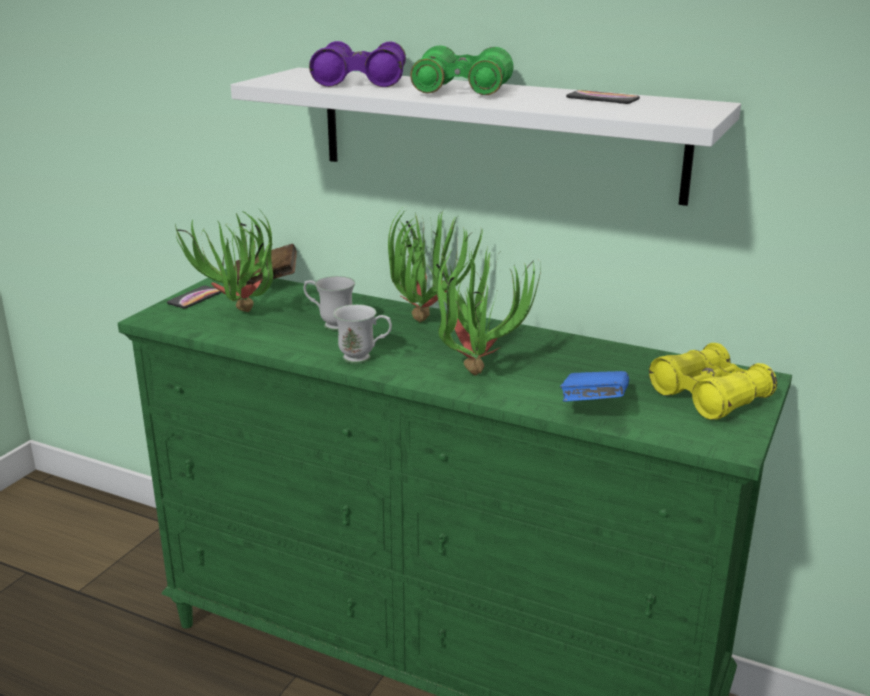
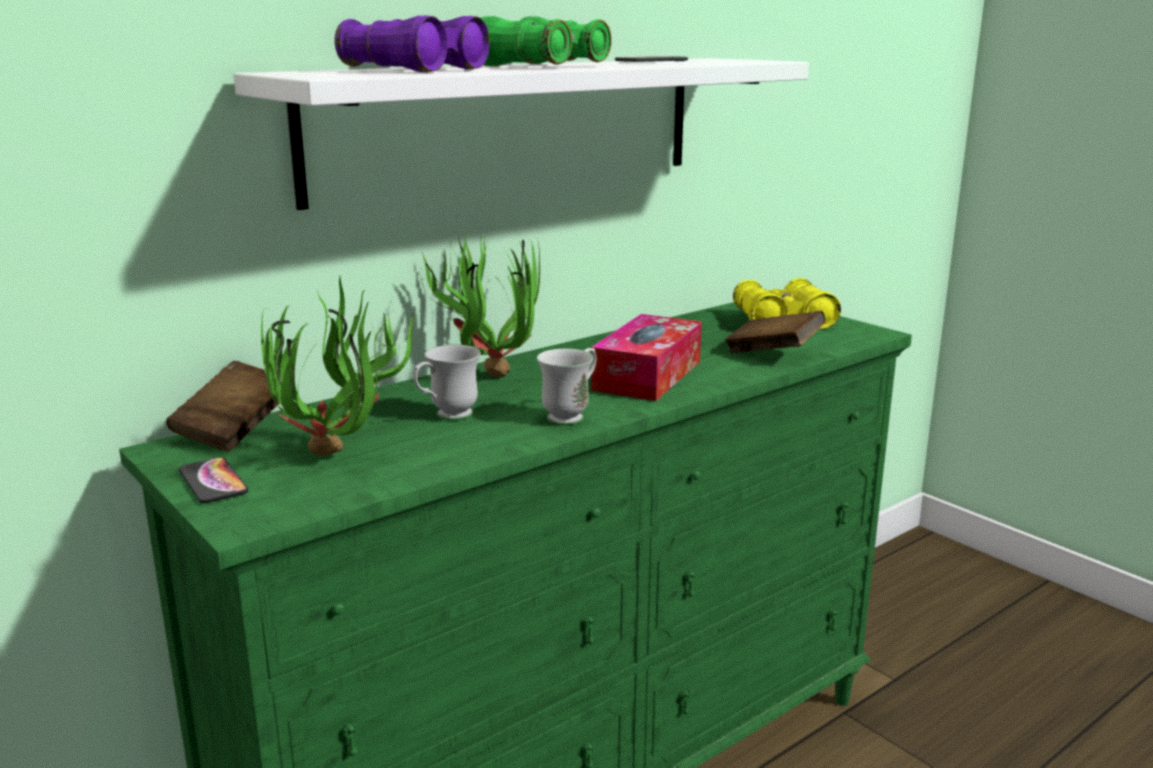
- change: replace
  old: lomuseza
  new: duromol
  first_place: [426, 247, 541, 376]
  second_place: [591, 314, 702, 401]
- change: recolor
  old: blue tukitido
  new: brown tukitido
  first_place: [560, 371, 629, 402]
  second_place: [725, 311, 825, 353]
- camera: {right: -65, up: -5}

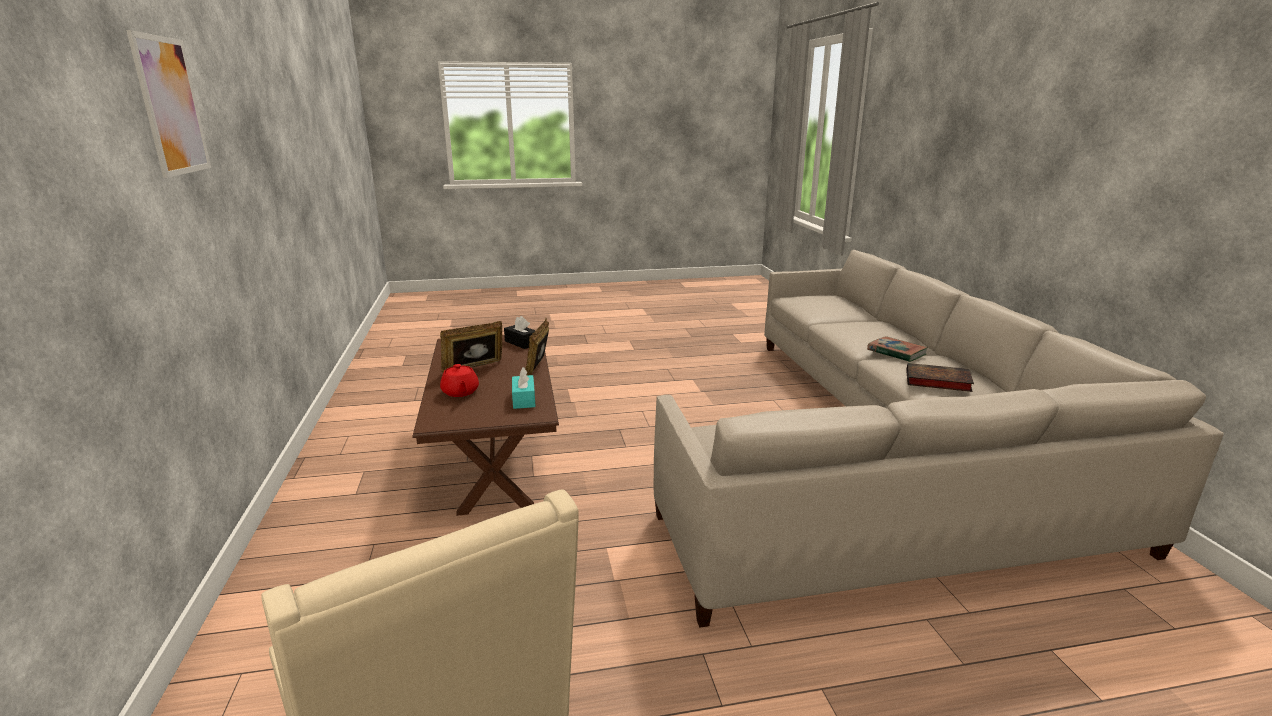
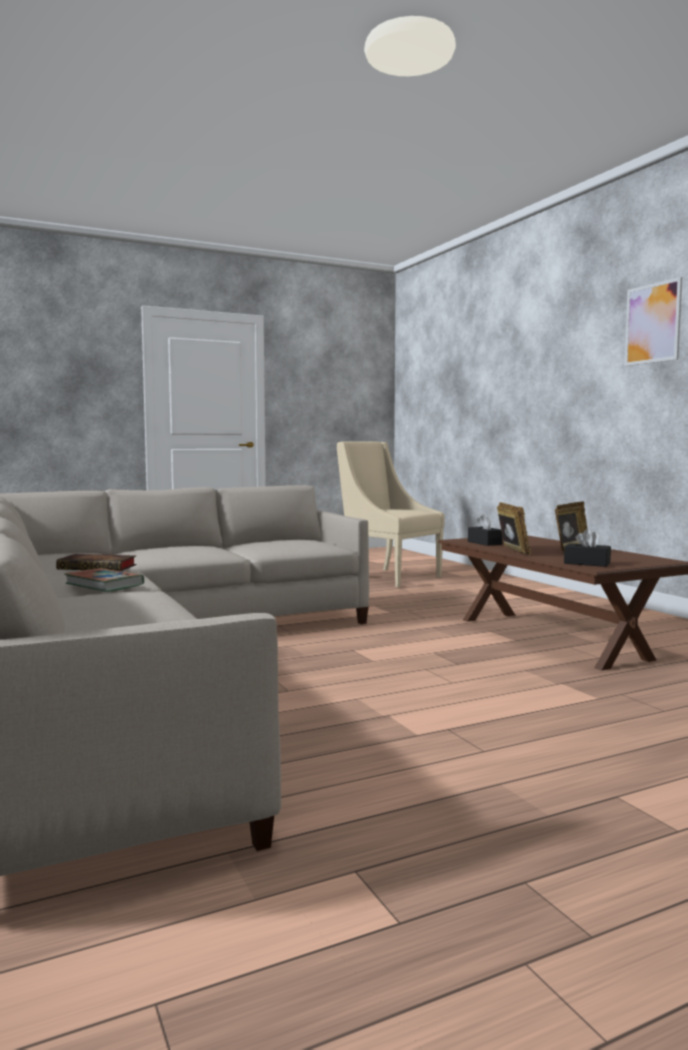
- change: delete
  old: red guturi
  first_place: [440, 364, 479, 397]
- change: recolor
  old: turquoise duromol
  new: black duromol
  first_place: [512, 367, 536, 409]
  second_place: [468, 514, 502, 546]
- camera: {right: 165, up: -15}

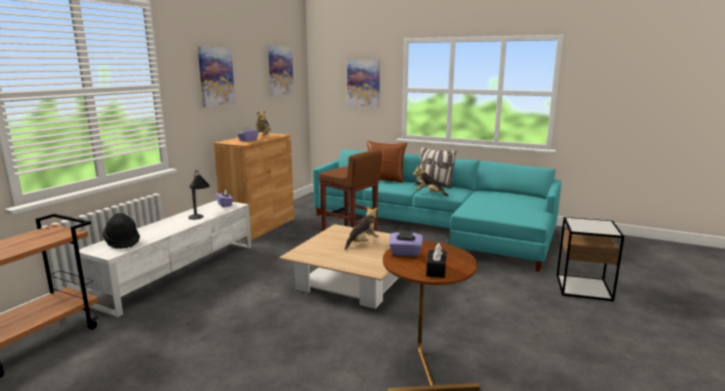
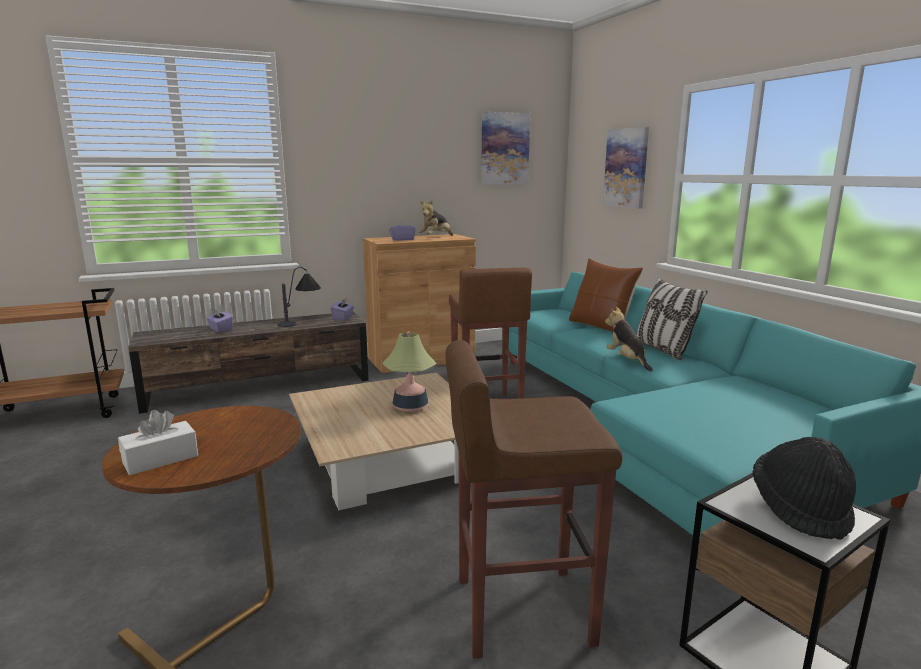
- change: delete
  old: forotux
  first_place: [198, 47, 235, 108]
- change: insert
  new: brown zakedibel
  second_place: [445, 340, 623, 659]
- change: move
  old: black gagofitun
  first_place: [102, 213, 140, 249]
  second_place: [753, 437, 856, 540]
- change: move
  old: purple duromol
  first_place: [389, 230, 423, 257]
  second_place: [206, 309, 233, 333]
- change: replace
  old: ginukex
  new: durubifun
  first_place: [345, 206, 379, 250]
  second_place: [382, 331, 437, 412]
- change: recolor
  old: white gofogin
  new: brown gofogin
  first_place: [74, 200, 252, 317]
  second_place: [128, 312, 369, 414]
- change: recolor
  old: black duromol
  new: white duromol
  first_place: [426, 243, 447, 278]
  second_place: [118, 410, 198, 475]
- camera: {right: 40, up: 0}

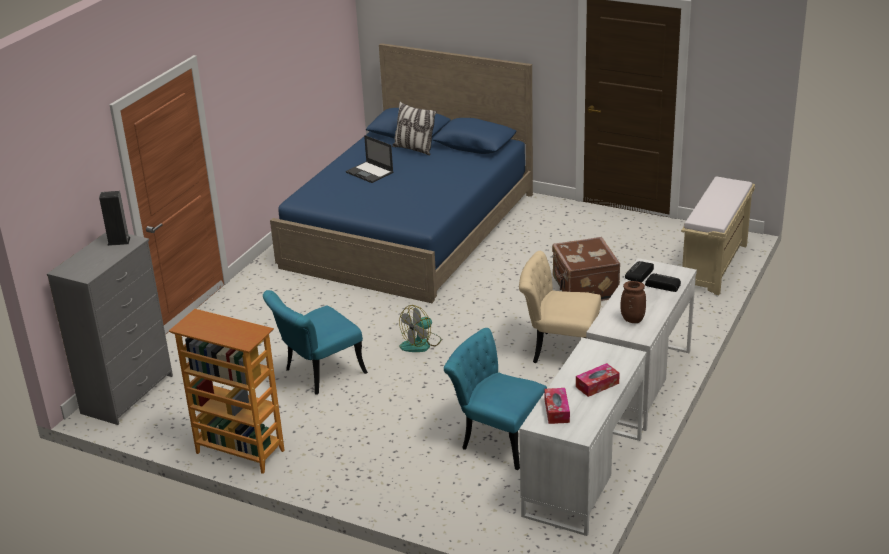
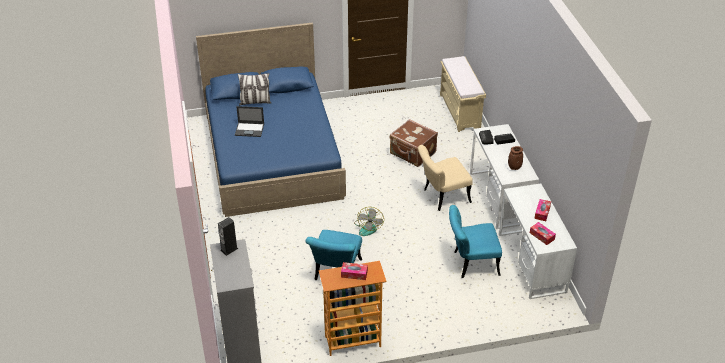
- change: insert
  new: duromol
  second_place: [341, 262, 368, 280]
- camera: {right: -40, up: 10}

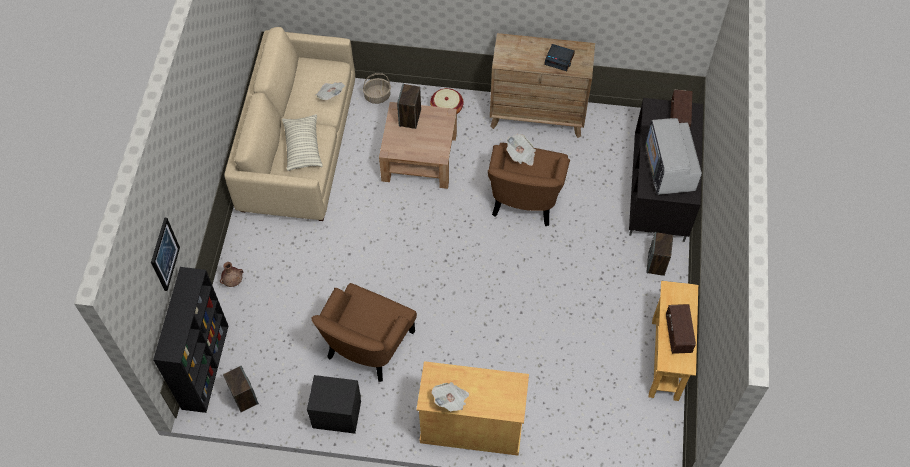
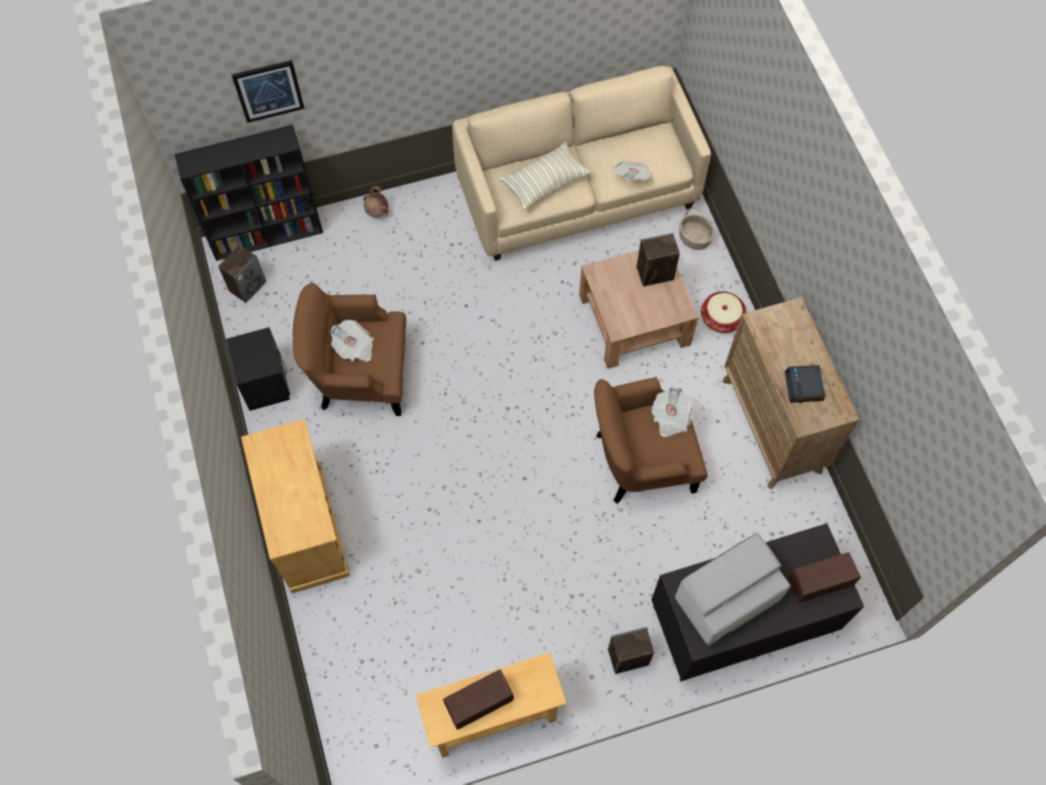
- change: move
  old: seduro
  first_place: [432, 382, 469, 411]
  second_place: [331, 320, 374, 362]
- camera: {right: 65, up: 5}

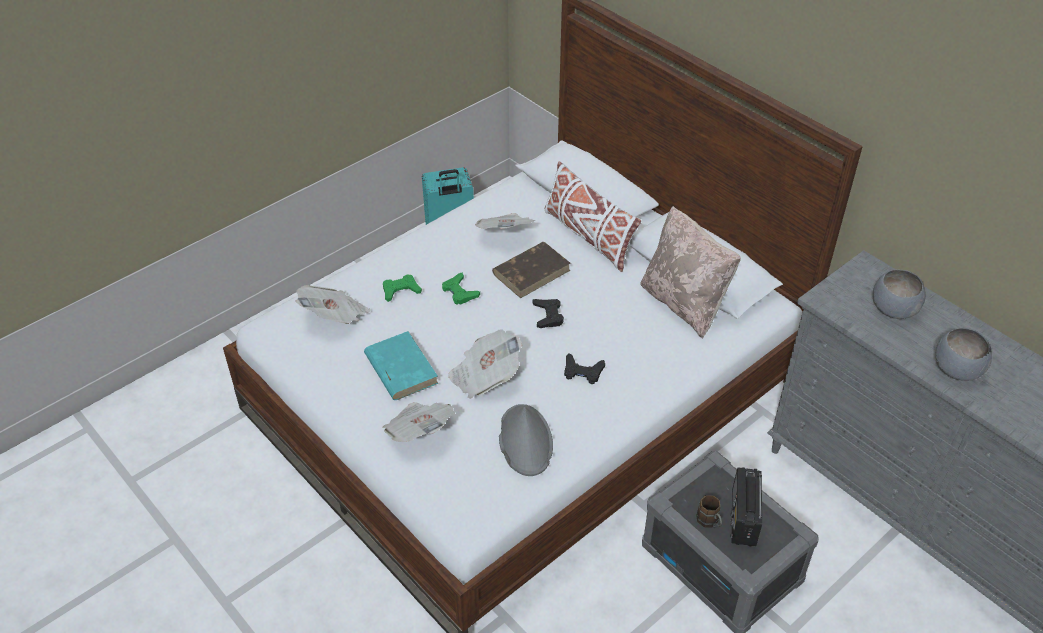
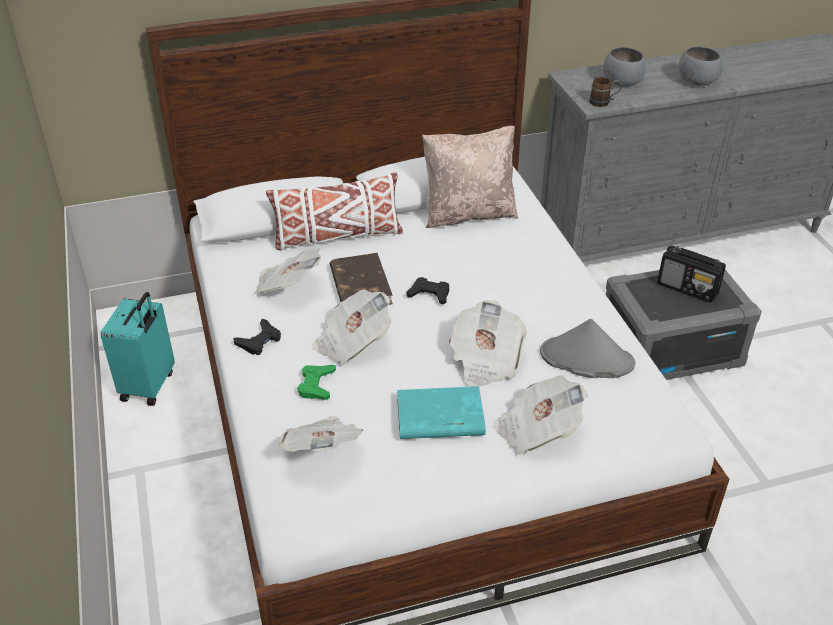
- change: move
  old: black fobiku
  first_place: [564, 353, 605, 384]
  second_place: [233, 319, 281, 355]
- change: move
  old: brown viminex
  first_place: [696, 495, 722, 528]
  second_place: [590, 77, 622, 107]
- change: replace
  old: green fobiku
  new: seduro
  first_place: [442, 273, 480, 305]
  second_place: [312, 289, 391, 365]
- camera: {right: -65, up: -5}

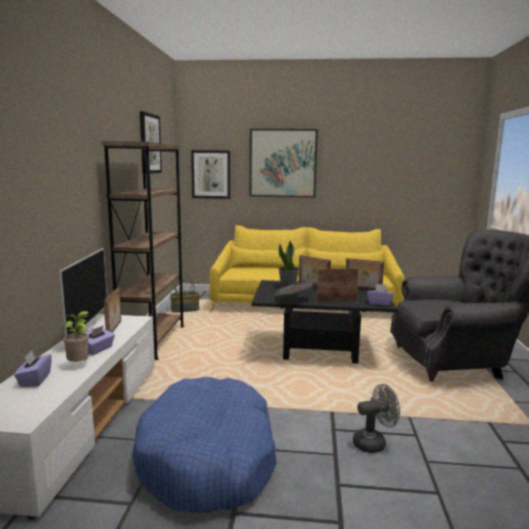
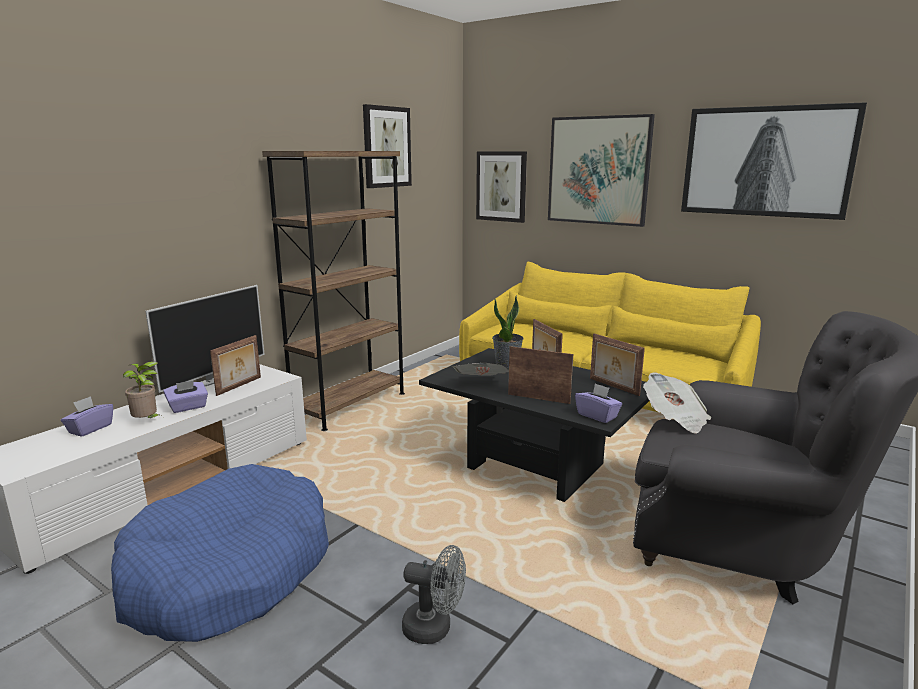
- change: delete
  old: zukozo
  first_place: [170, 273, 200, 313]
- change: insert
  new: seduro
  second_place: [643, 372, 711, 434]
- change: insert
  new: forotux
  second_place: [681, 102, 867, 220]
- camera: {right: 30, up: 5}

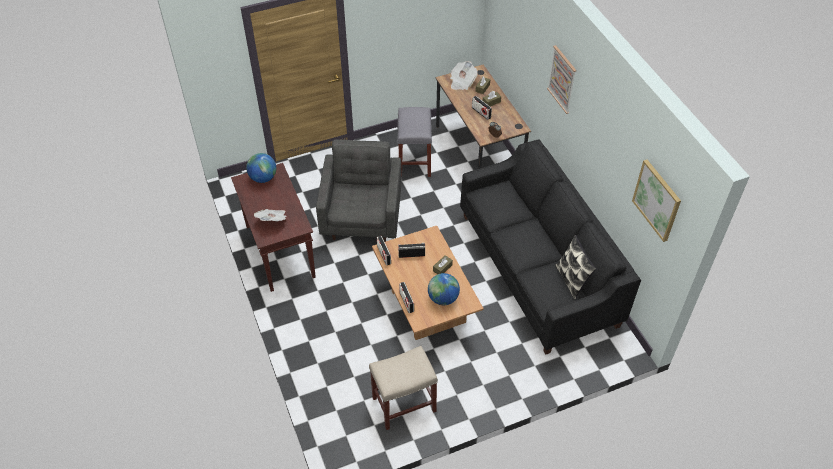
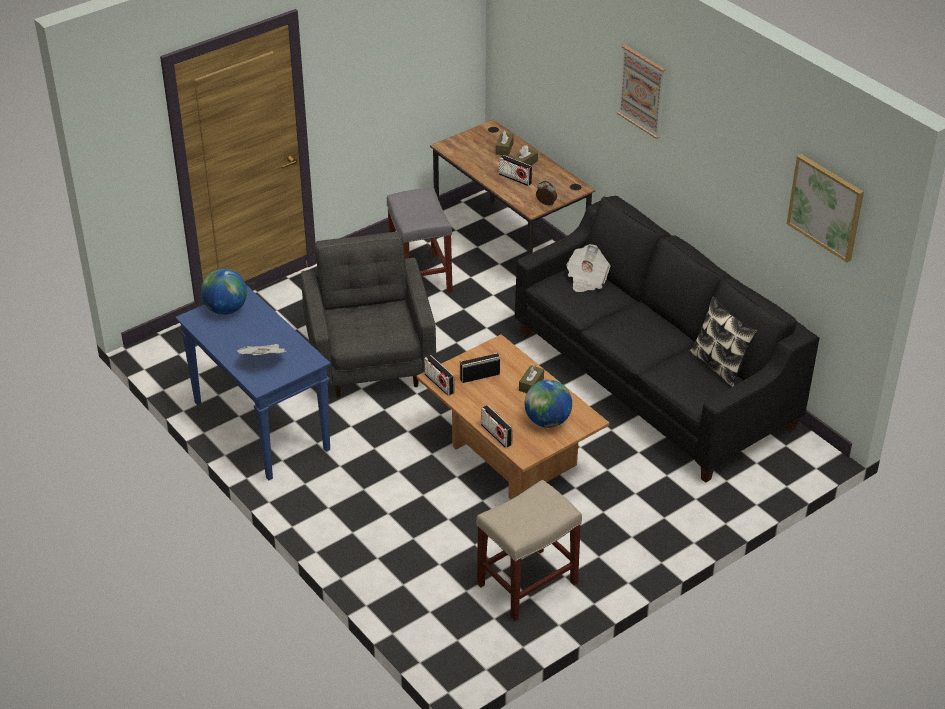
- change: move
  old: seduro
  first_place: [450, 61, 478, 90]
  second_place: [566, 244, 611, 292]
- change: recolor
  old: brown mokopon
  new: blue mokopon
  first_place: [231, 163, 316, 292]
  second_place: [176, 286, 331, 480]
- camera: {right: -15, up: -10}

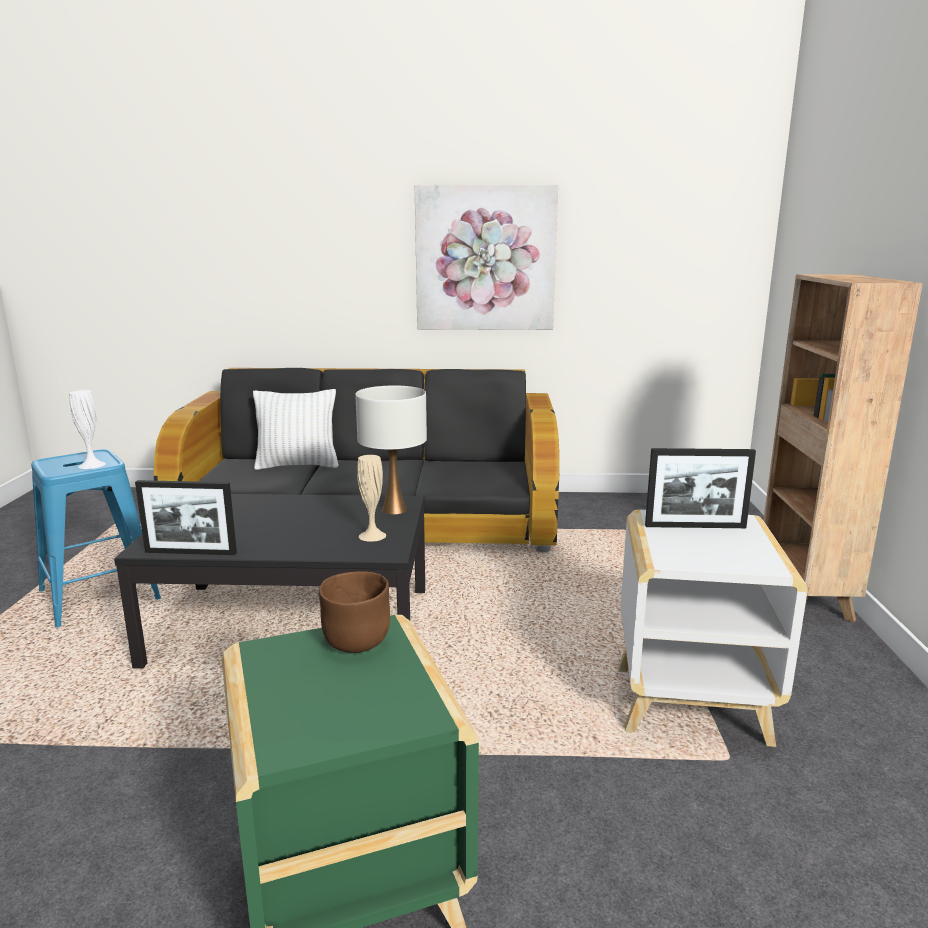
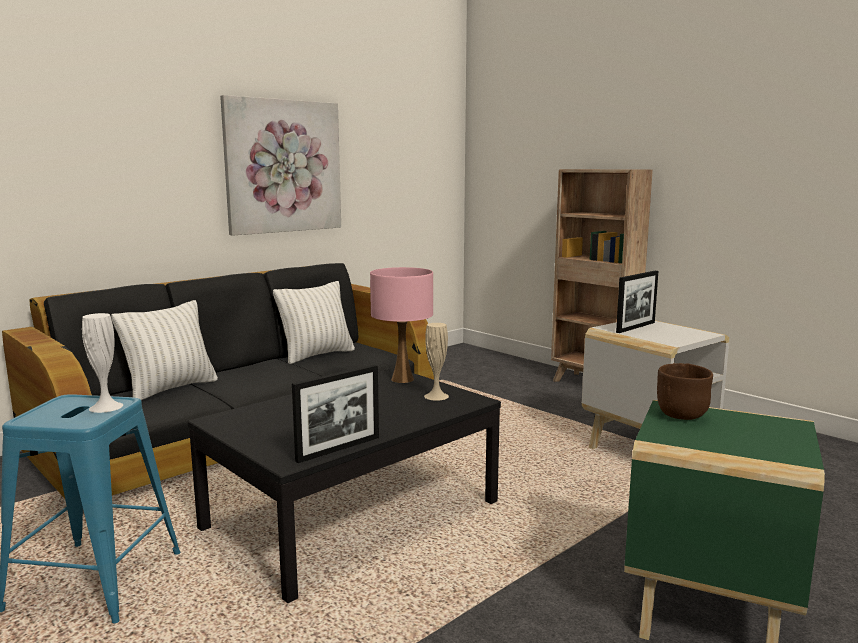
- change: insert
  new: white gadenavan
  second_place: [273, 281, 355, 364]
- change: recolor
  old: white durubifun
  new: pink durubifun
  first_place: [355, 385, 427, 514]
  second_place: [370, 267, 433, 383]
- camera: {right: -45, up: -5}

